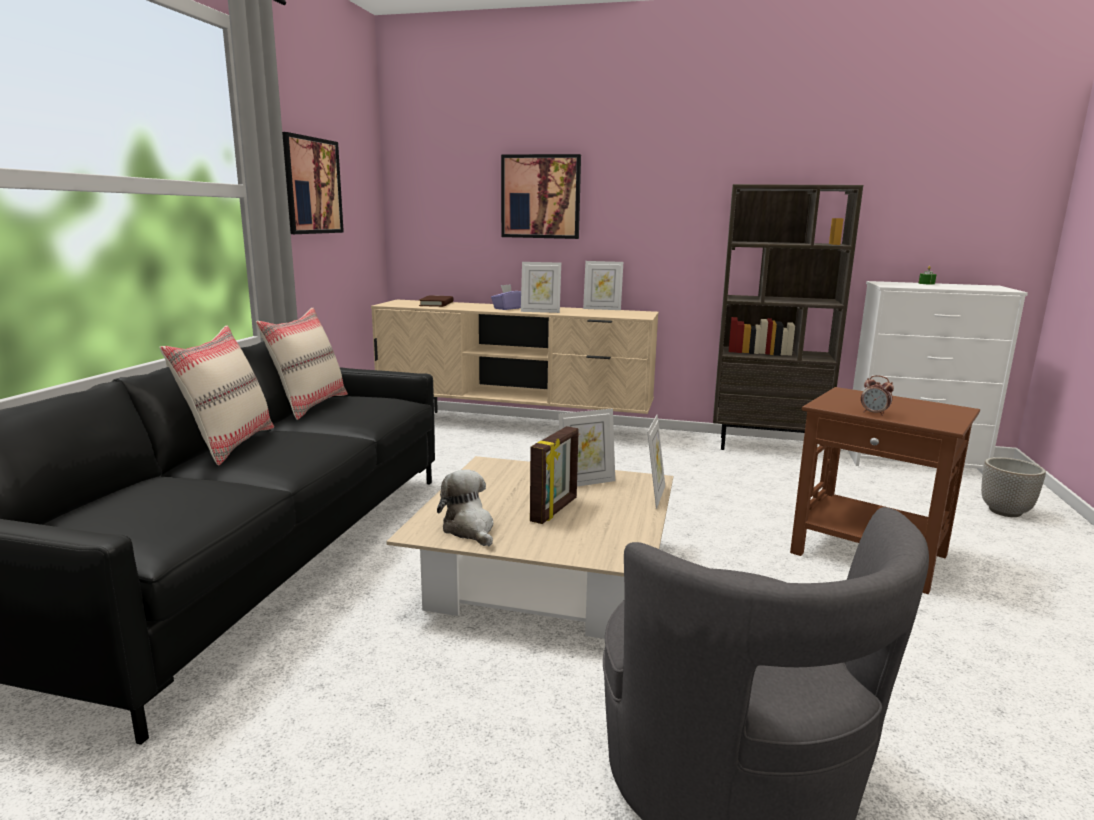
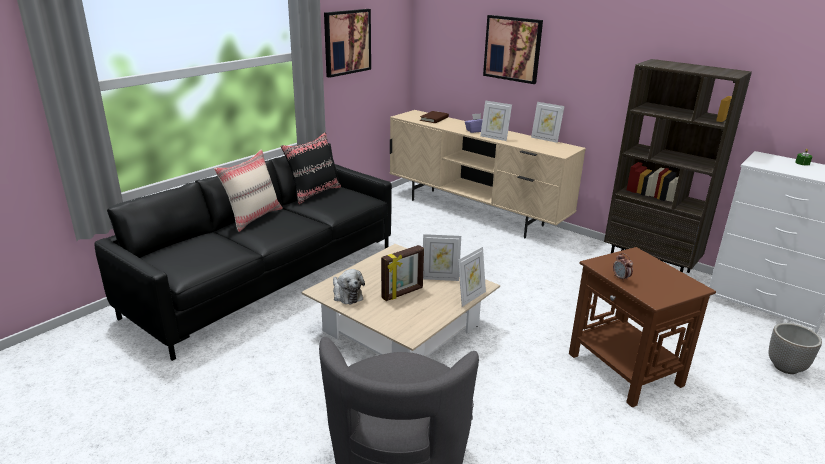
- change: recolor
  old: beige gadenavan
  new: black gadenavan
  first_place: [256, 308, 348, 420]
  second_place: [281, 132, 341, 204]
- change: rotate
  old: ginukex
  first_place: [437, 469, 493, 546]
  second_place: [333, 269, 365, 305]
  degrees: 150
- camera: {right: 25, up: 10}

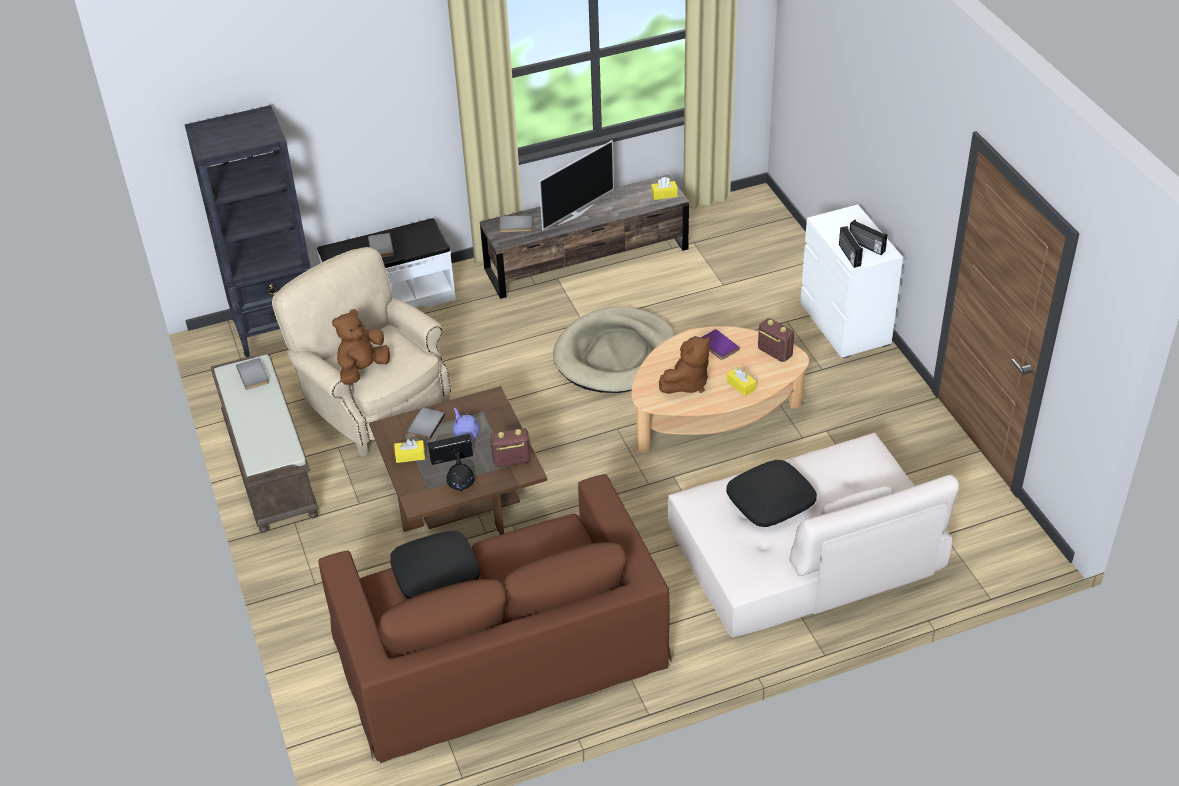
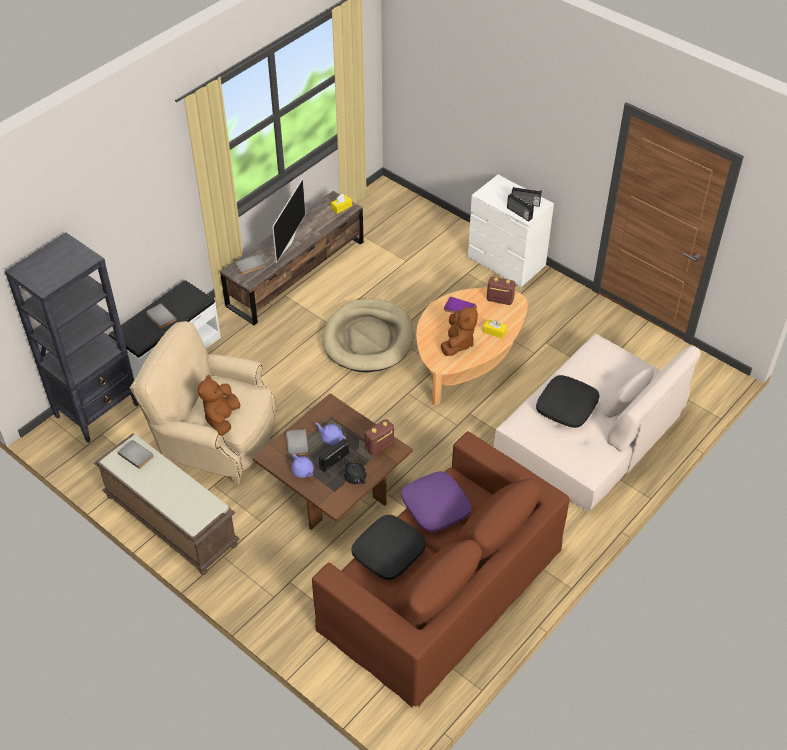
- change: insert
  new: purple gadenavan
  second_place: [401, 471, 471, 532]
- change: replace
  old: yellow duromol
  new: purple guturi
  first_place: [394, 439, 425, 463]
  second_place: [291, 454, 314, 478]
- camera: {right: -30, up: 5}

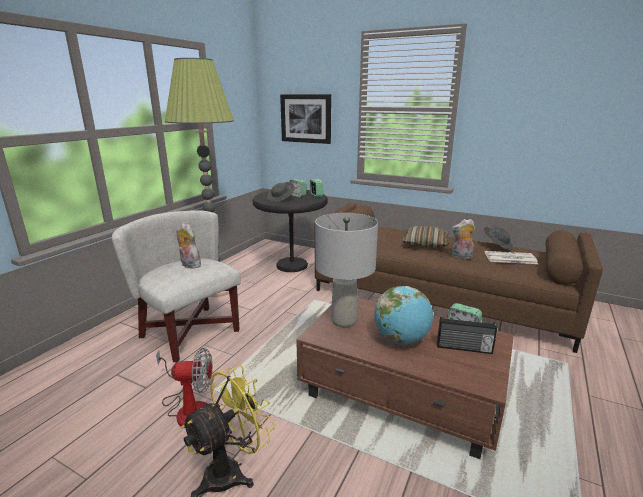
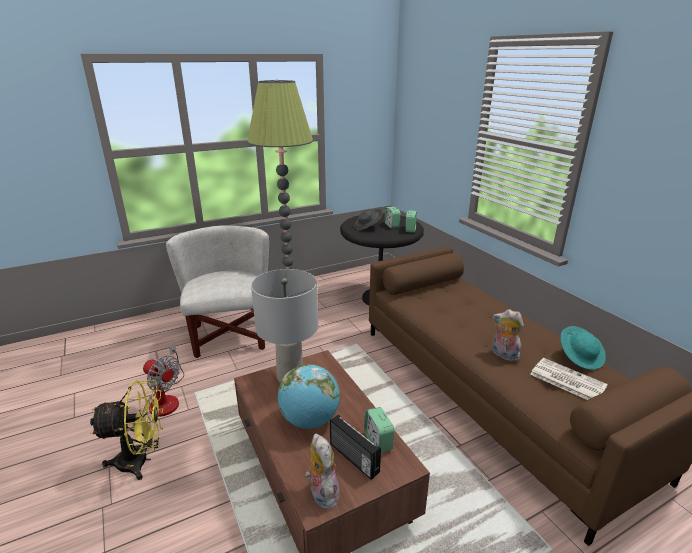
- change: delete
  old: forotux
  first_place: [280, 94, 331, 144]
- change: delete
  old: gadenavan
  first_place: [402, 226, 449, 248]
- change: move
  old: ginukex
  first_place: [176, 223, 203, 268]
  second_place: [305, 434, 340, 509]
- change: recolor
  old: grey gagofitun
  new: turquoise gagofitun
  first_place: [484, 227, 513, 250]
  second_place: [560, 326, 606, 370]
- camera: {right: 35, up: 5}

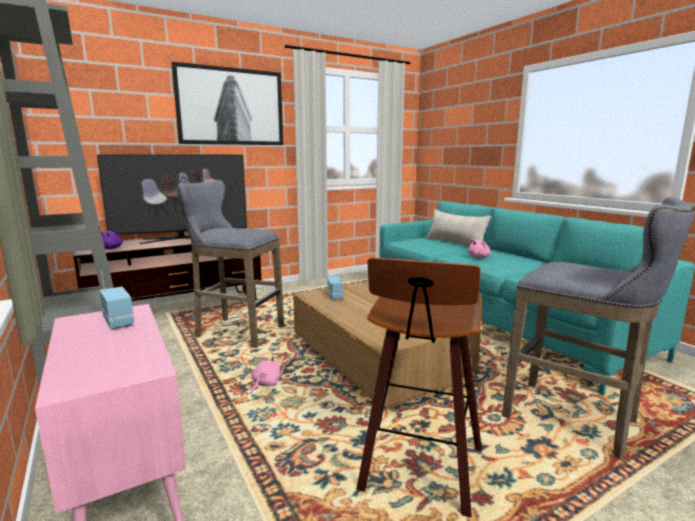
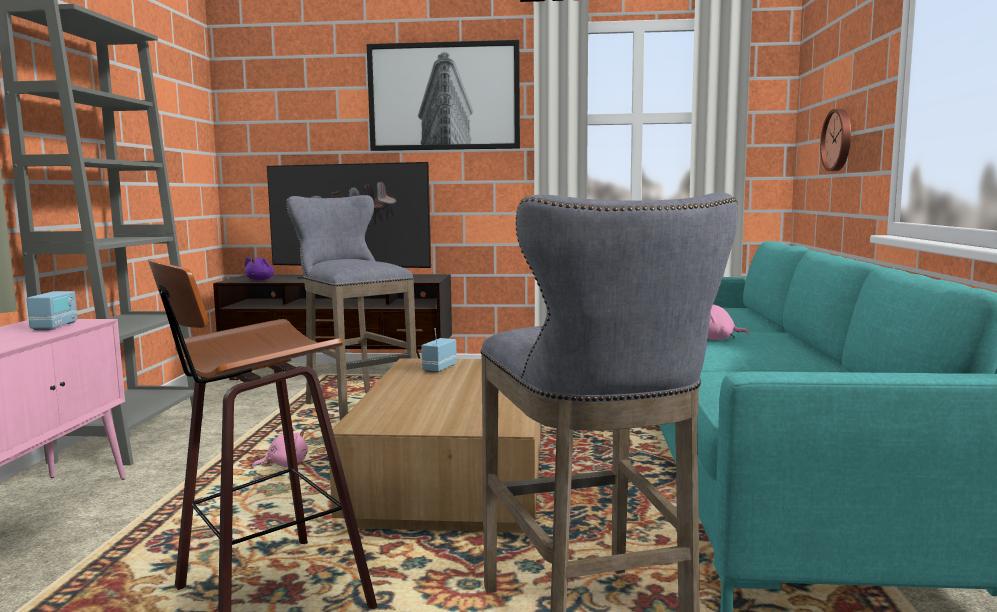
- change: delete
  old: beige gadenavan
  first_place: [426, 209, 491, 245]
- change: insert
  new: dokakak
  second_place: [820, 109, 851, 171]
- camera: {right: 35, up: -5}

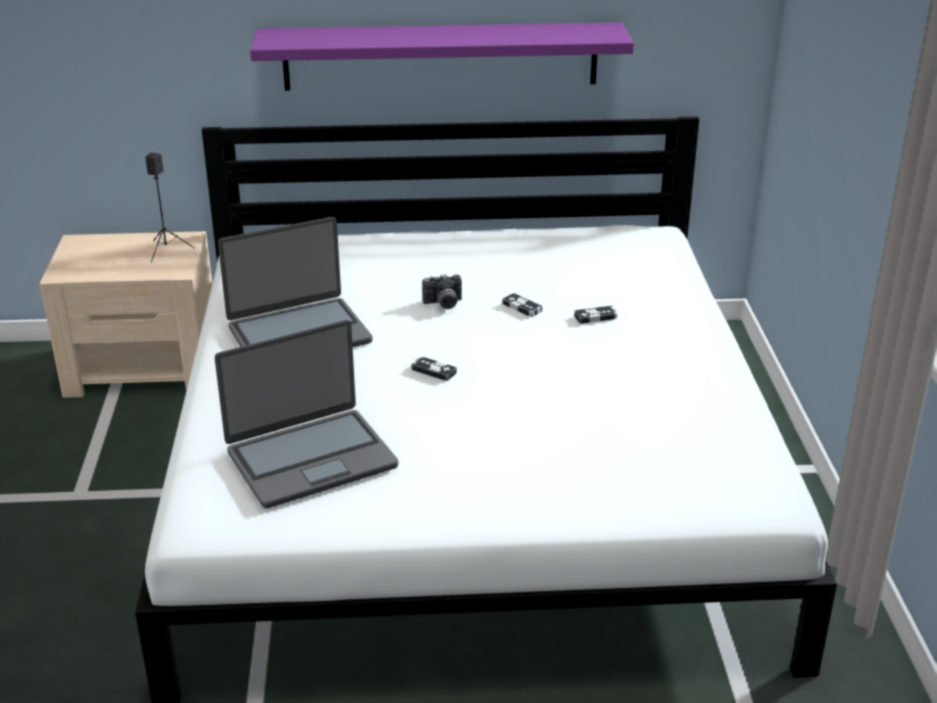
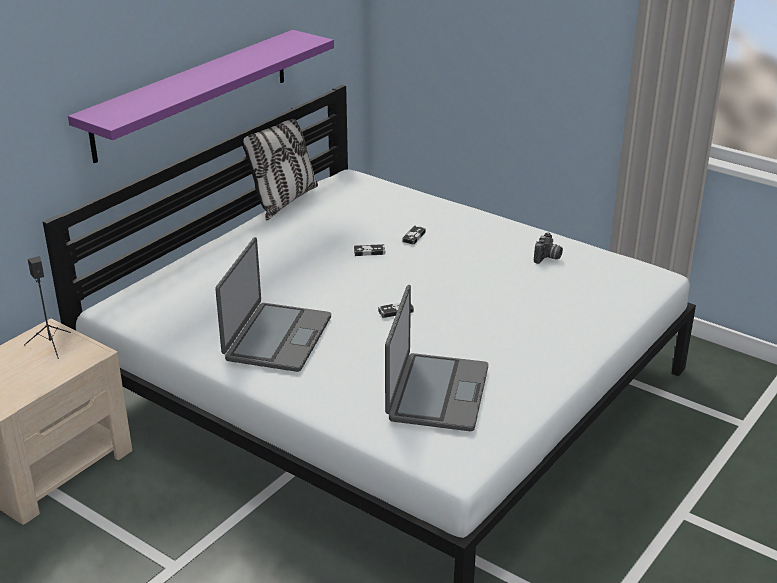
- change: insert
  new: gadenavan
  second_place: [243, 107, 318, 220]
- change: move
  old: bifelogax
  first_place: [422, 274, 462, 309]
  second_place: [534, 232, 563, 264]
- camera: {right: -50, up: 0}

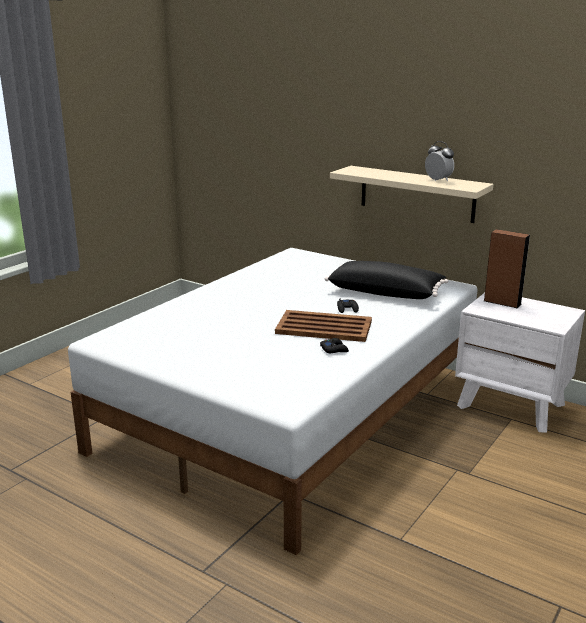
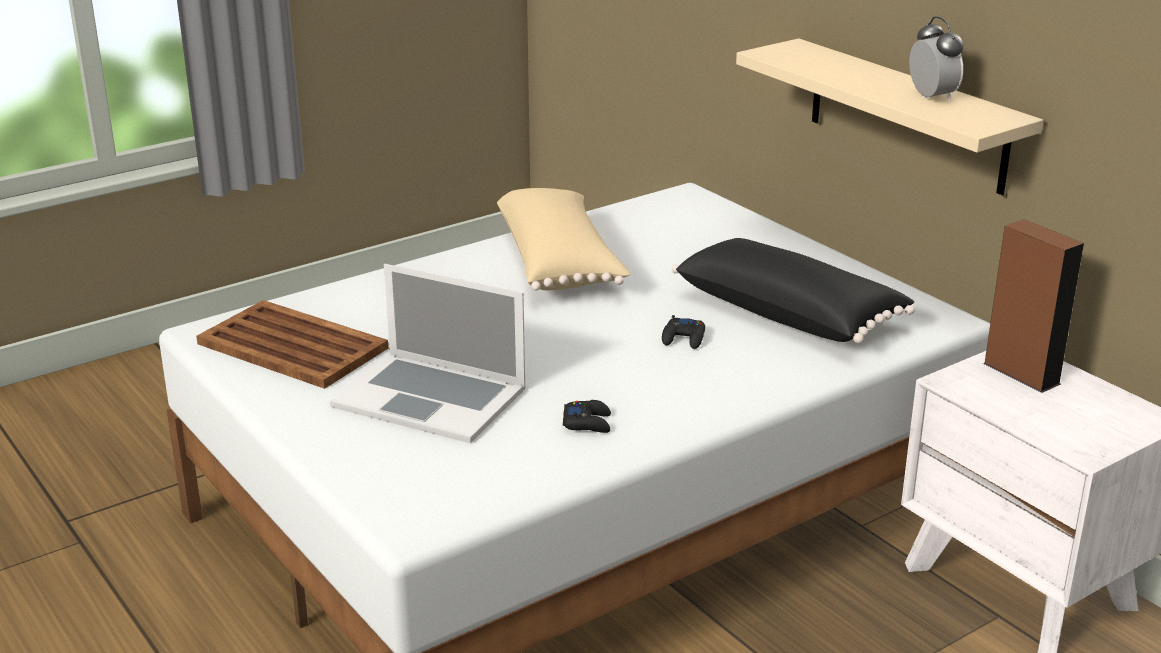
- change: insert
  new: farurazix
  second_place: [330, 264, 525, 443]
- change: insert
  new: beige gadenavan
  second_place: [497, 188, 631, 291]
- change: move
  old: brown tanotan
  first_place: [275, 310, 372, 342]
  second_place: [196, 300, 388, 389]
- camera: {right: 20, up: 5}

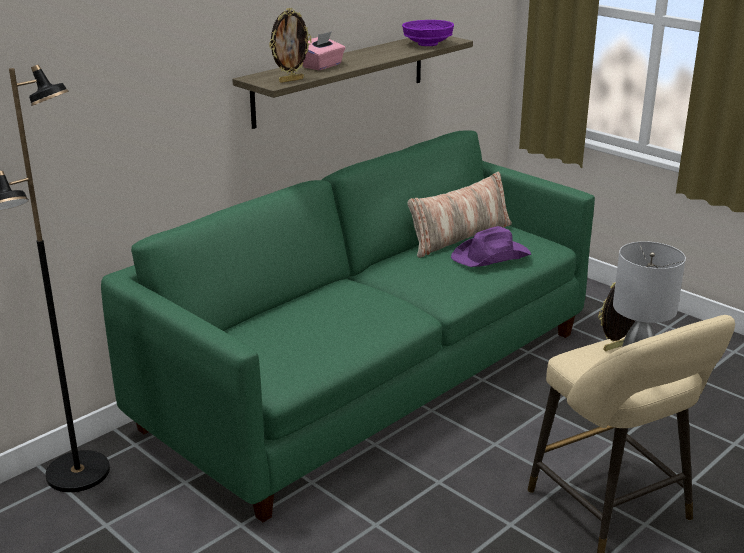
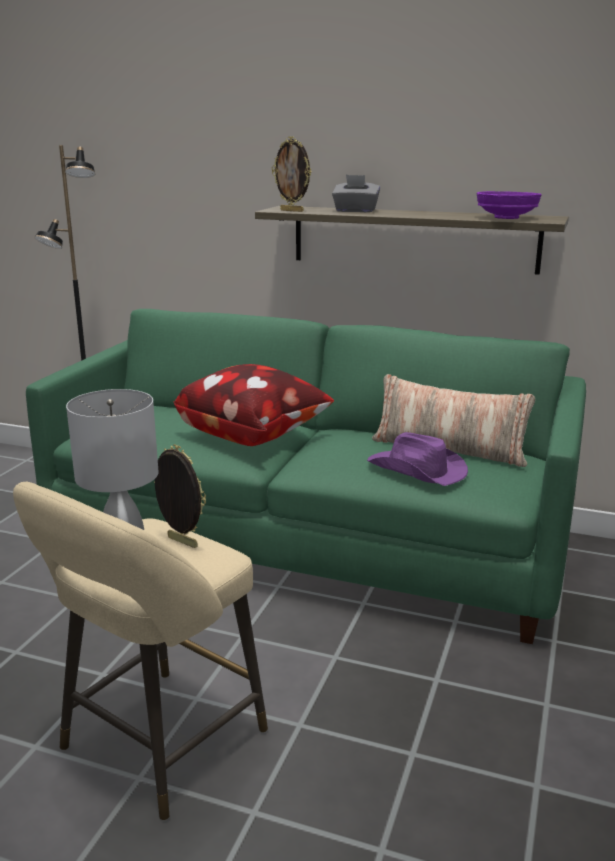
- change: insert
  new: gadenavan
  second_place: [173, 364, 334, 446]
- change: recolor
  old: pink duromol
  new: grey duromol
  first_place: [303, 31, 345, 70]
  second_place: [332, 175, 380, 212]
- camera: {right: 65, up: -5}

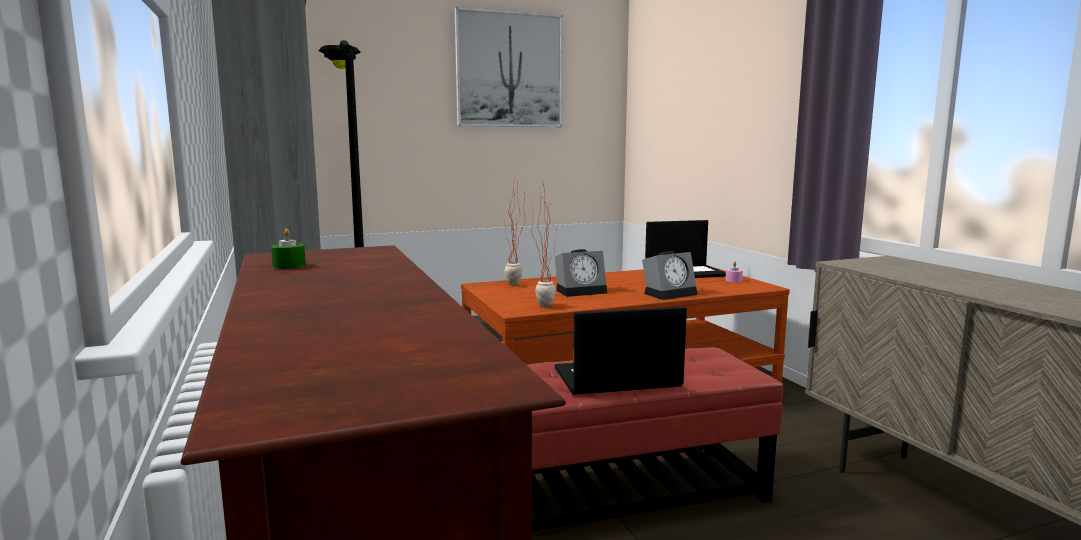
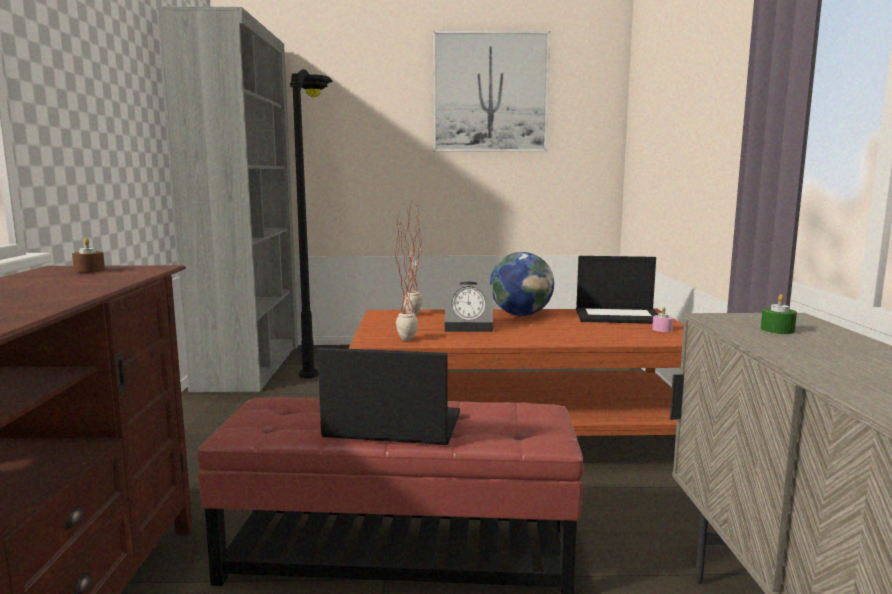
- change: delete
  old: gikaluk
  first_place: [642, 251, 697, 300]
- change: insert
  new: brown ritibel
  second_place: [72, 238, 105, 273]
- change: insert
  new: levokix
  second_place: [490, 252, 554, 316]
- change: move
  old: green ritibel
  first_place: [271, 229, 306, 269]
  second_place: [761, 294, 797, 334]
- camera: {right: 20, up: 0}

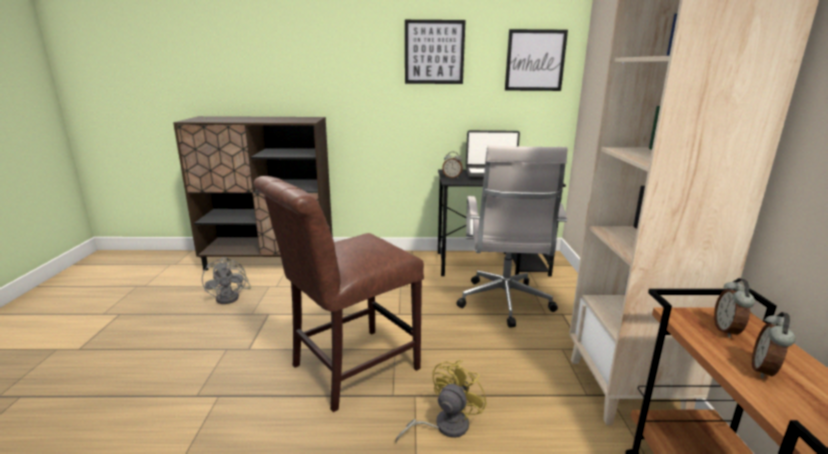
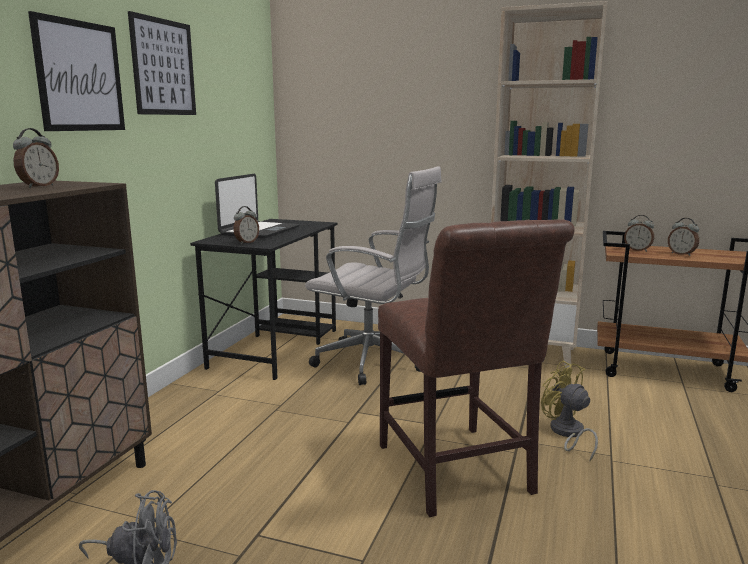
- change: insert
  new: gikaluk
  second_place: [13, 128, 59, 188]
- change: move
  old: forotux
  first_place: [505, 29, 568, 91]
  second_place: [28, 11, 125, 131]
- camera: {right: -70, up: -5}

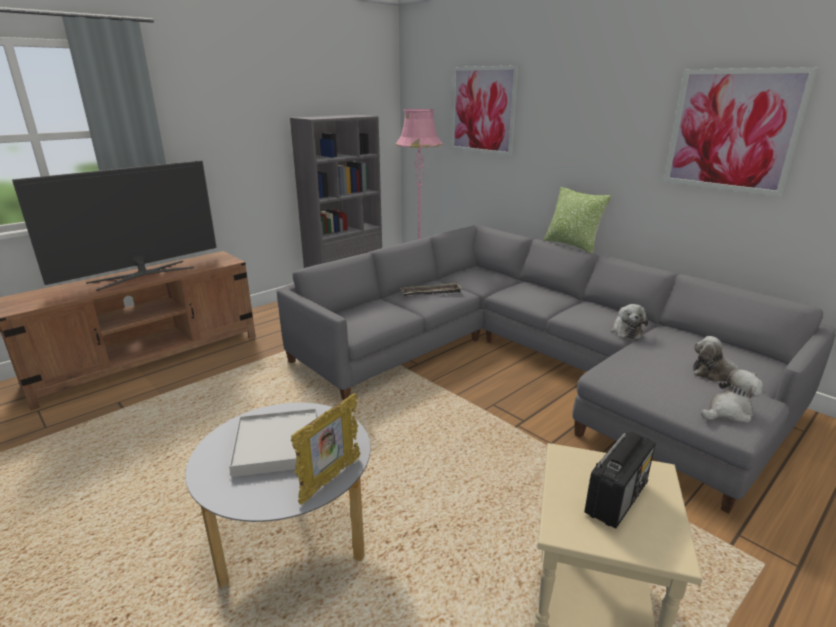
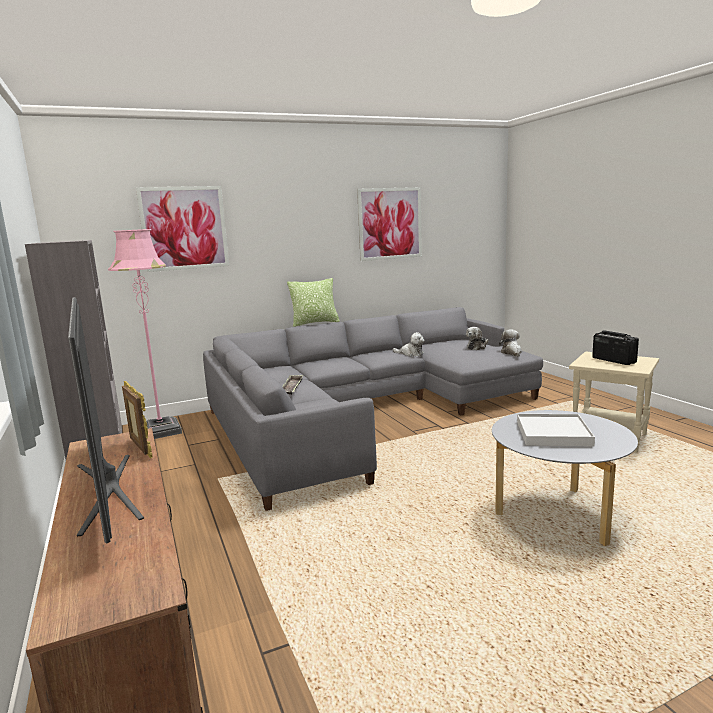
- change: move
  old: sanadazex
  first_place: [291, 393, 360, 505]
  second_place: [122, 381, 152, 458]
- camera: {right: -70, up: -10}

